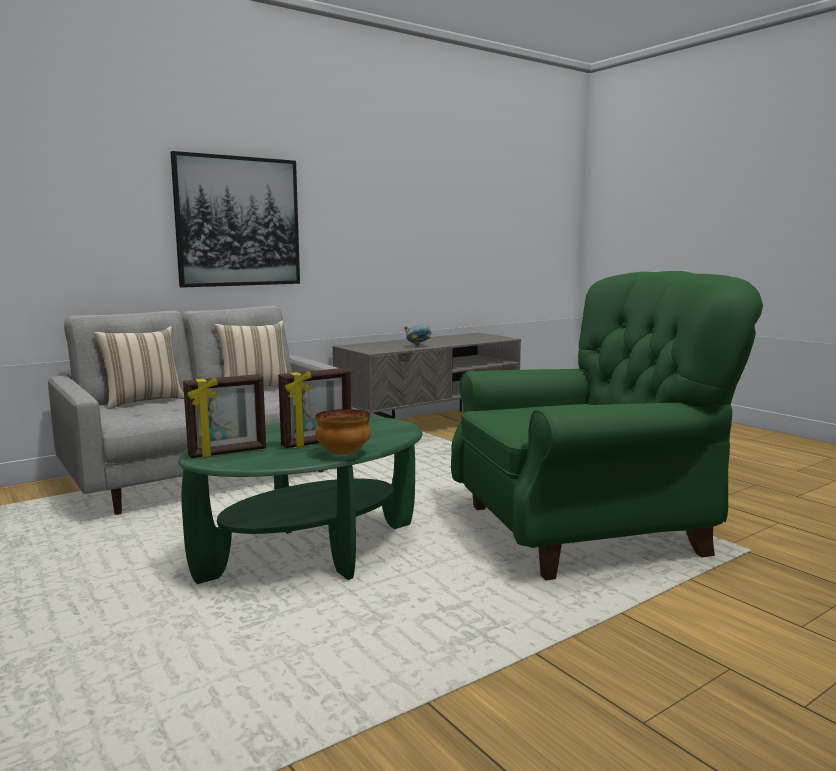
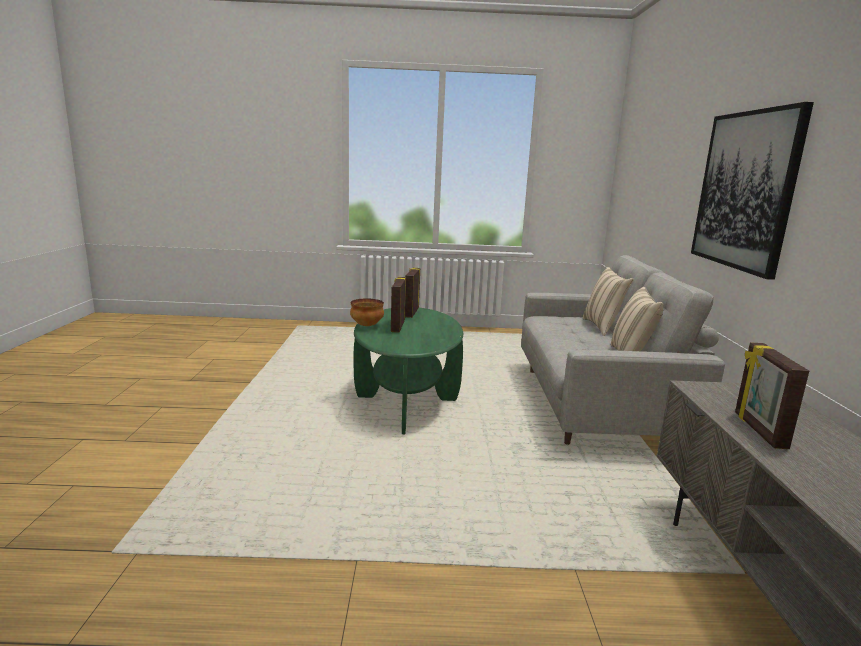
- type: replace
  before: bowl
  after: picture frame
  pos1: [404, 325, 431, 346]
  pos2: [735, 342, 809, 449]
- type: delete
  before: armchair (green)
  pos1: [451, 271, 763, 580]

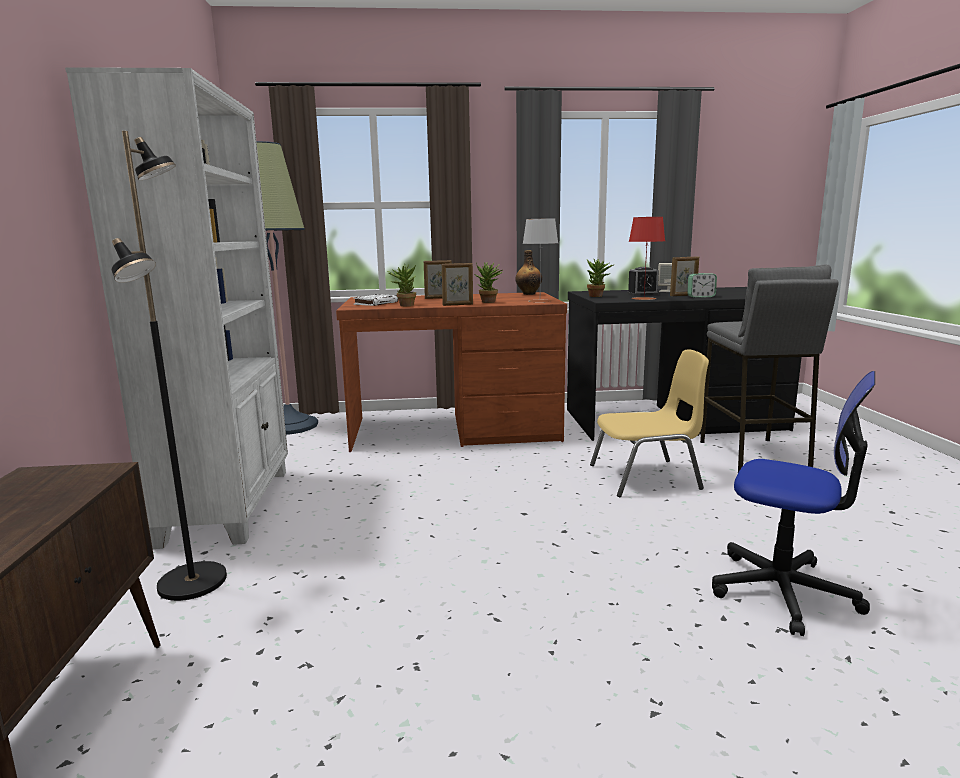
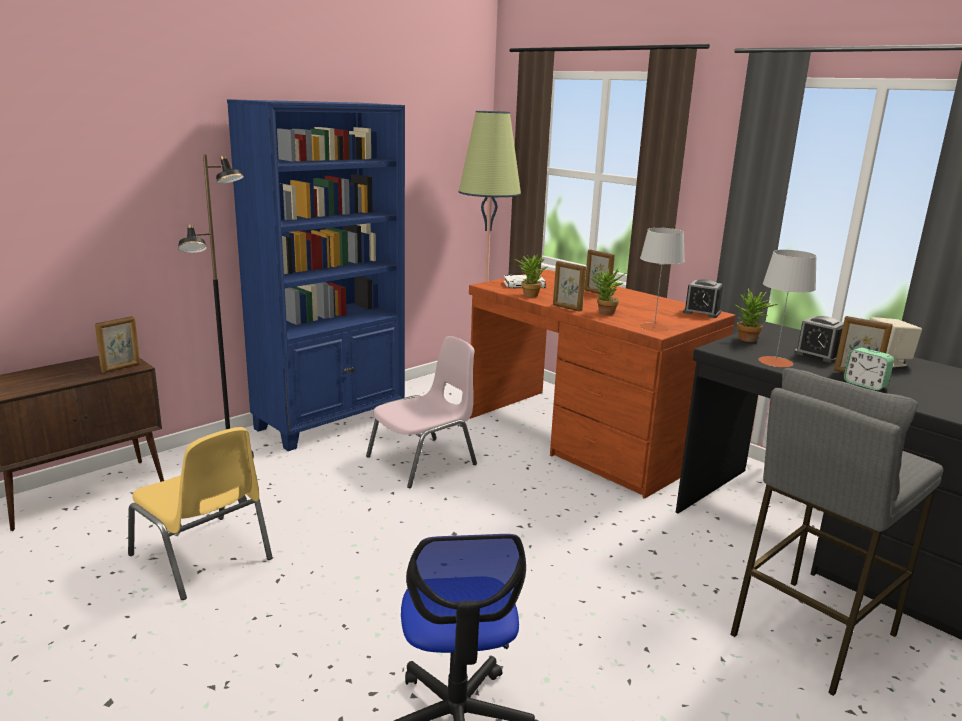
- type: insert
  after: picture frame
  pos2: [95, 316, 140, 373]
- type: move
  before: chair (yellow)
  pos1: [590, 349, 709, 497]
  pos2: [128, 427, 273, 600]
- type: recolor
  before: bookcase (white)
  after: bookcase (blue)
  pos1: [65, 67, 288, 549]
  pos2: [227, 99, 405, 451]
- type: insert
  after: chair (pink)
  pos2: [366, 336, 477, 488]
- type: replace
  before: bottle
  after: alarm clock
  pos1: [515, 250, 542, 295]
  pos2: [683, 279, 723, 318]
- type: recolor
  before: table lamp (red)
  after: table lamp (grey)
  pos1: [629, 217, 665, 300]
  pos2: [758, 250, 817, 368]

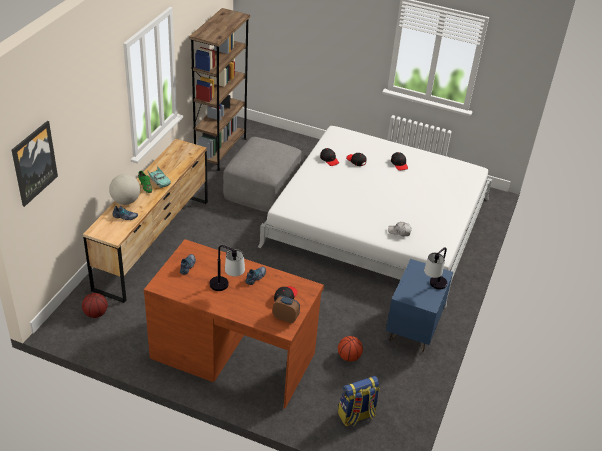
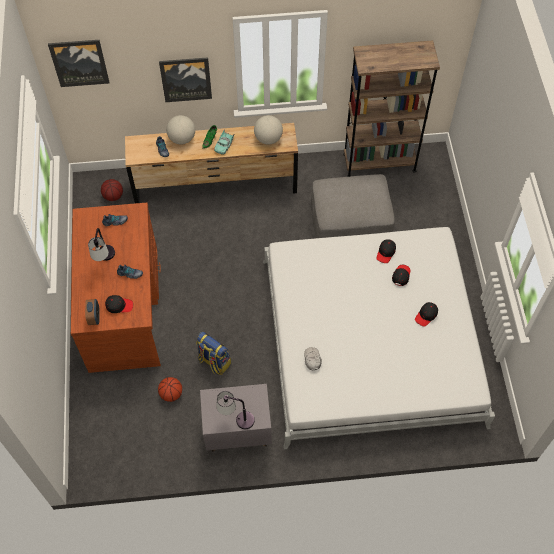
- type: insert
  after: picture
  pos2: [159, 57, 212, 102]
- type: move
  before: backpack
  pos1: [338, 376, 380, 426]
  pos2: [196, 332, 231, 375]
- type: recolor
  before: nightstand (blue)
  after: nightstand (grey)
  pos1: [386, 259, 453, 352]
  pos2: [200, 384, 272, 452]
- type: insert
  after: globe
  pos2: [254, 115, 283, 145]

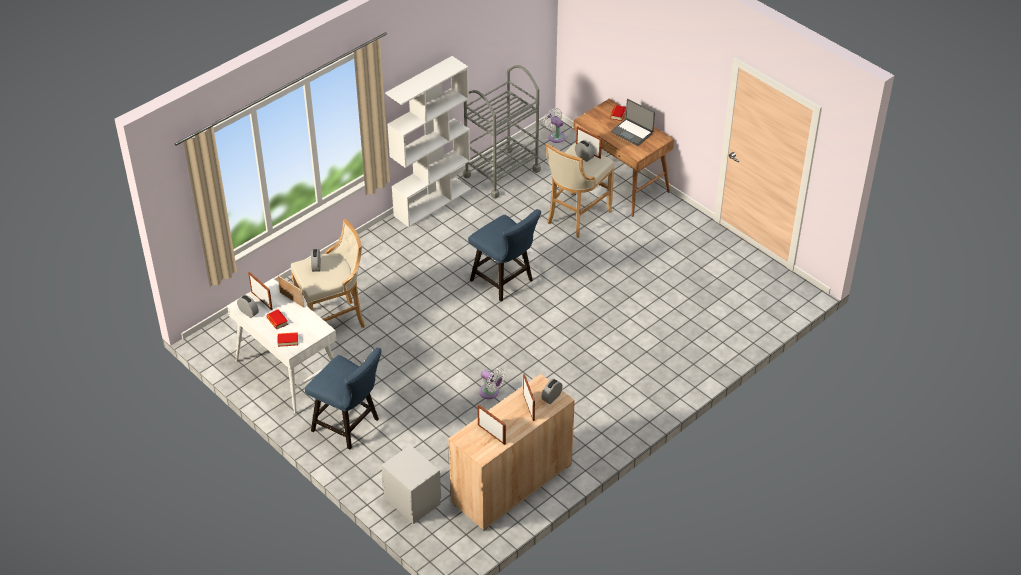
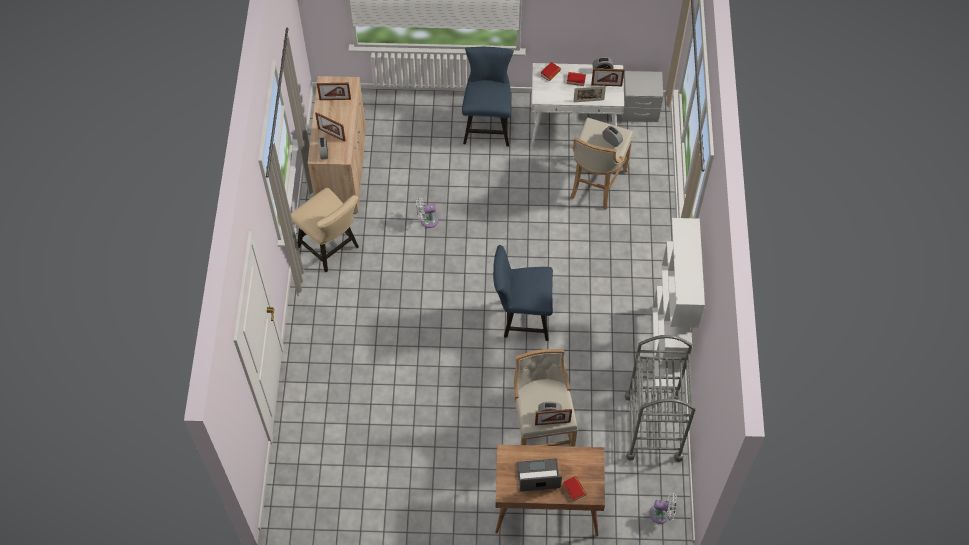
- type: insert
  after: chair (beige)
  pos2: [291, 187, 359, 272]
- type: rotate
  before: chair (blue)
  pos1: [305, 348, 382, 449]
  pos2: [462, 47, 514, 146]
  turn: 105
- type: move
  before: nightstand (grey)
  pos1: [381, 445, 441, 524]
  pos2: [622, 71, 663, 122]

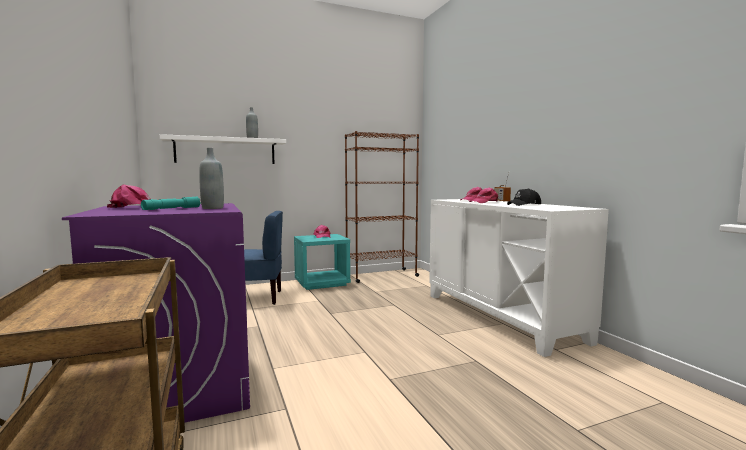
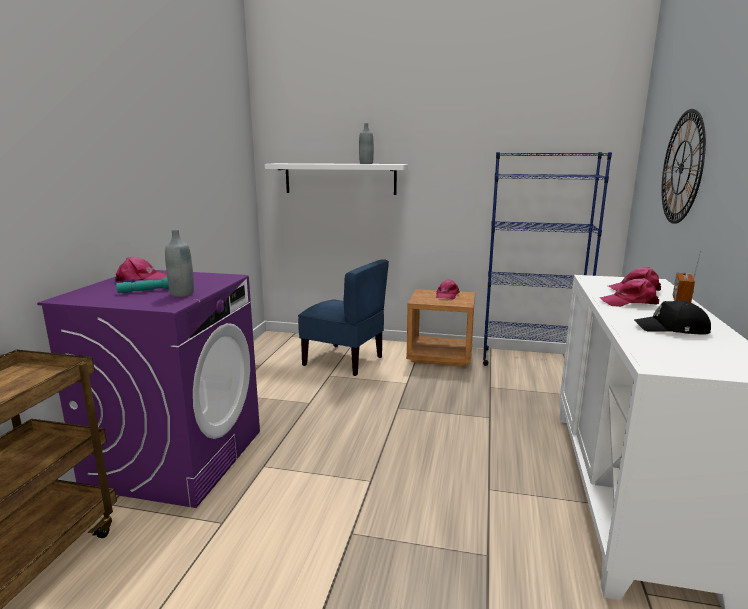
- type: recolor
  before: nightstand (turquoise)
  after: nightstand (brown)
  pos1: [294, 234, 351, 290]
  pos2: [406, 289, 475, 367]
- type: recolor
  before: bookcase (brown)
  after: bookcase (blue)
  pos1: [345, 131, 419, 283]
  pos2: [483, 152, 612, 366]
- type: insert
  after: wall clock
  pos2: [661, 109, 706, 224]

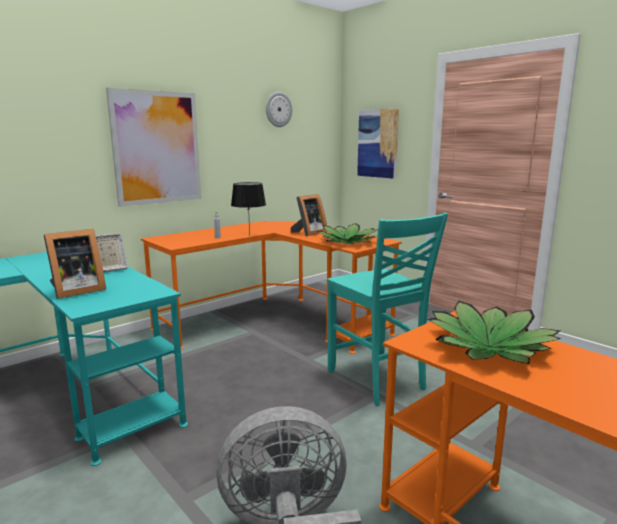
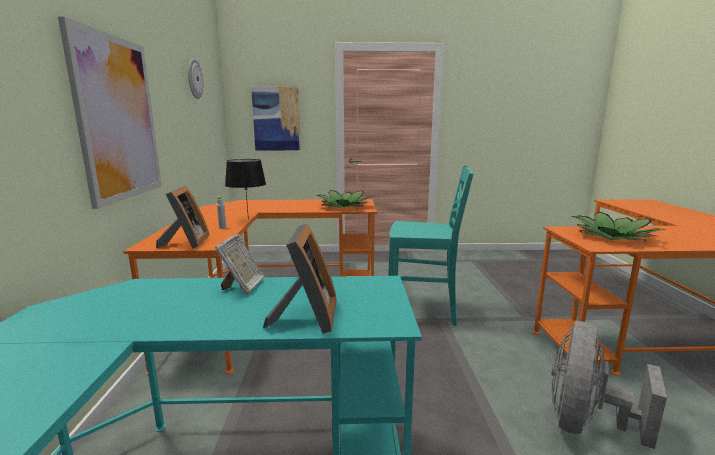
- type: move
  before: picture frame
  pos1: [291, 194, 328, 236]
  pos2: [156, 186, 209, 249]

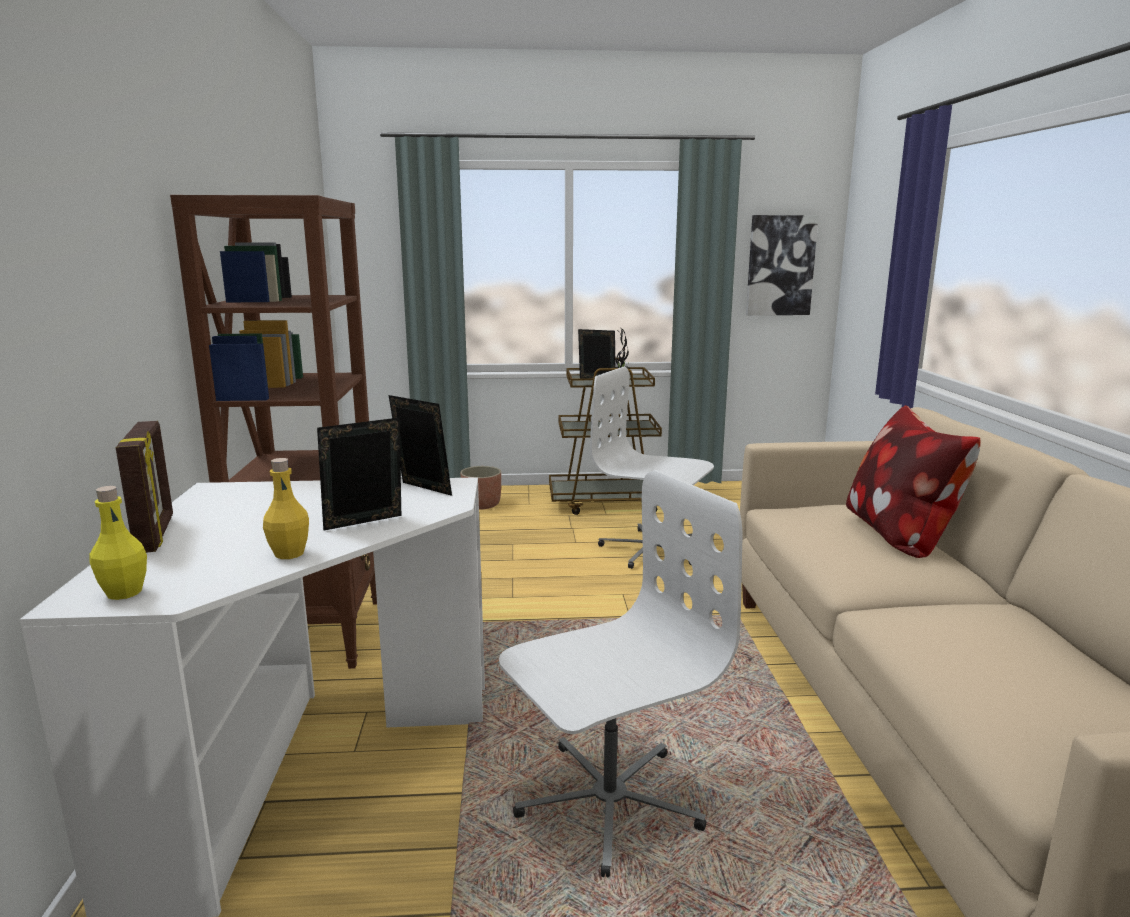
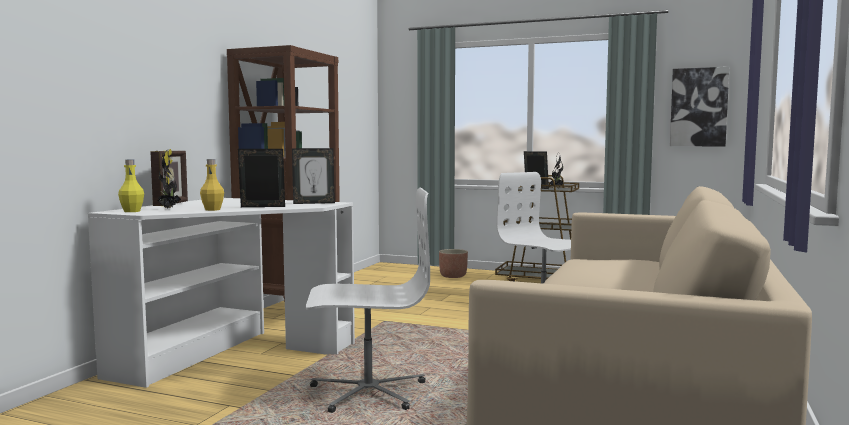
- type: insert
  after: potted plant
  pos2: [158, 150, 181, 209]
- type: rotate
  before: picture frame
  pos1: [388, 395, 452, 496]
  pos2: [292, 148, 335, 204]
  turn: 105
- type: delete
  before: pillow
  pos1: [846, 405, 981, 558]

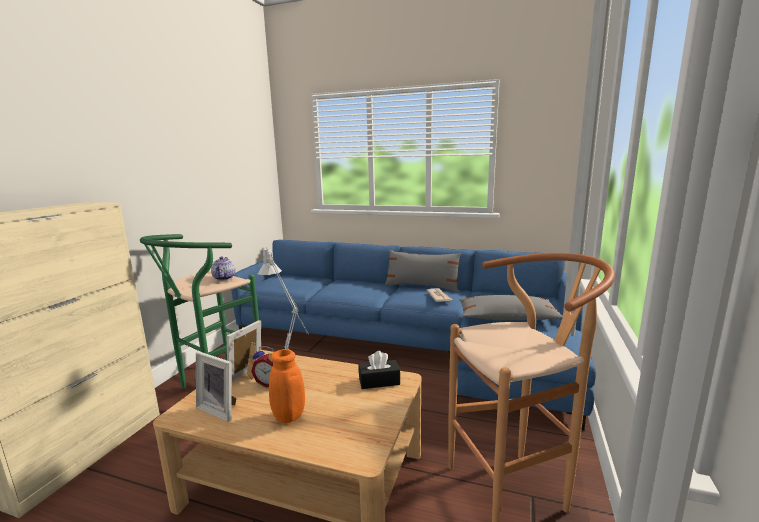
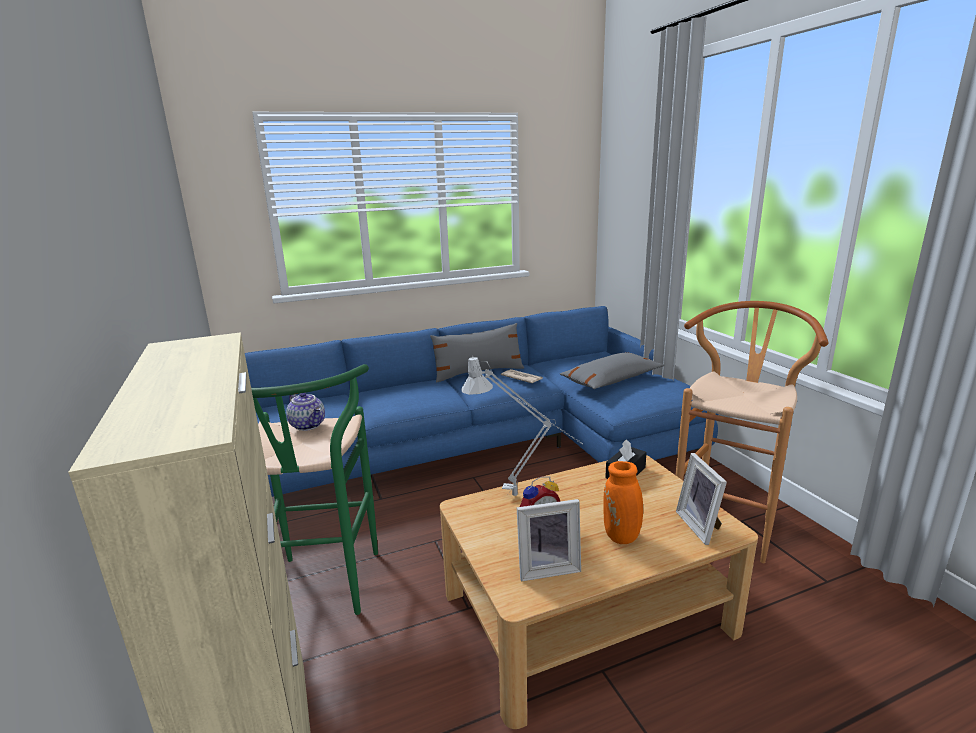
- type: move
  before: picture frame
  pos1: [227, 320, 261, 381]
  pos2: [676, 453, 727, 545]

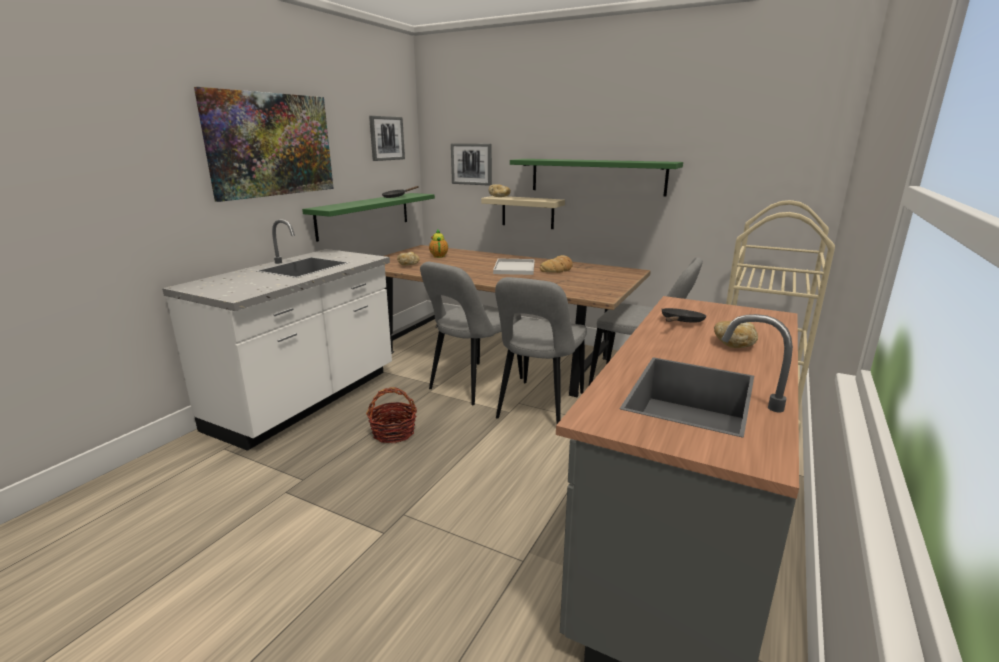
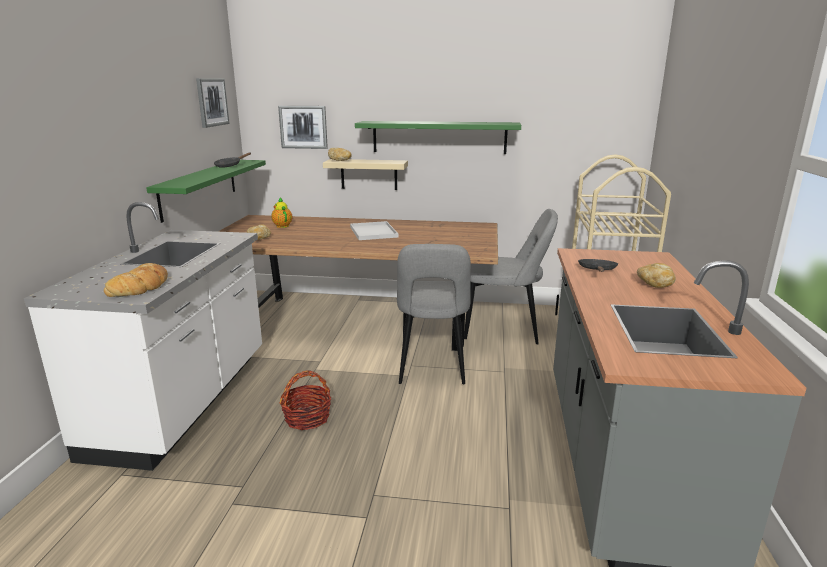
- type: move
  before: bread
  pos1: [540, 255, 573, 273]
  pos2: [104, 263, 168, 297]
- type: delete
  before: picture
  pos1: [194, 87, 334, 202]
- type: delete
  before: chair (grey)
  pos1: [420, 262, 523, 405]

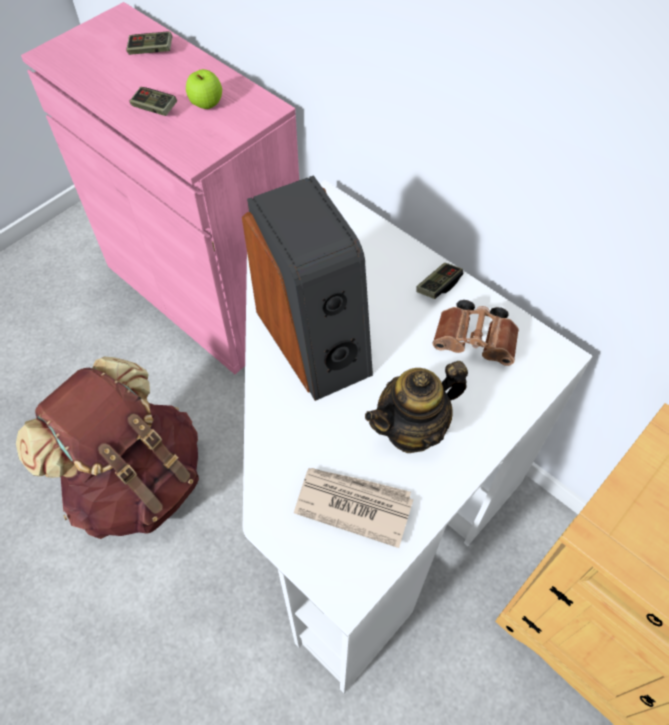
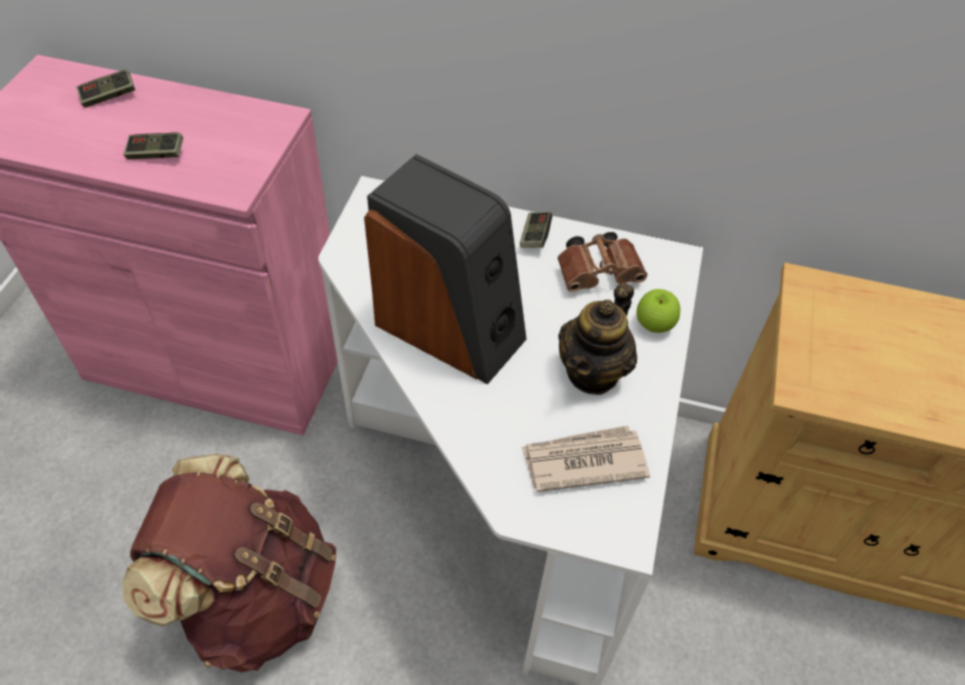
- type: move
  before: apple
  pos1: [186, 69, 222, 109]
  pos2: [636, 289, 680, 333]

